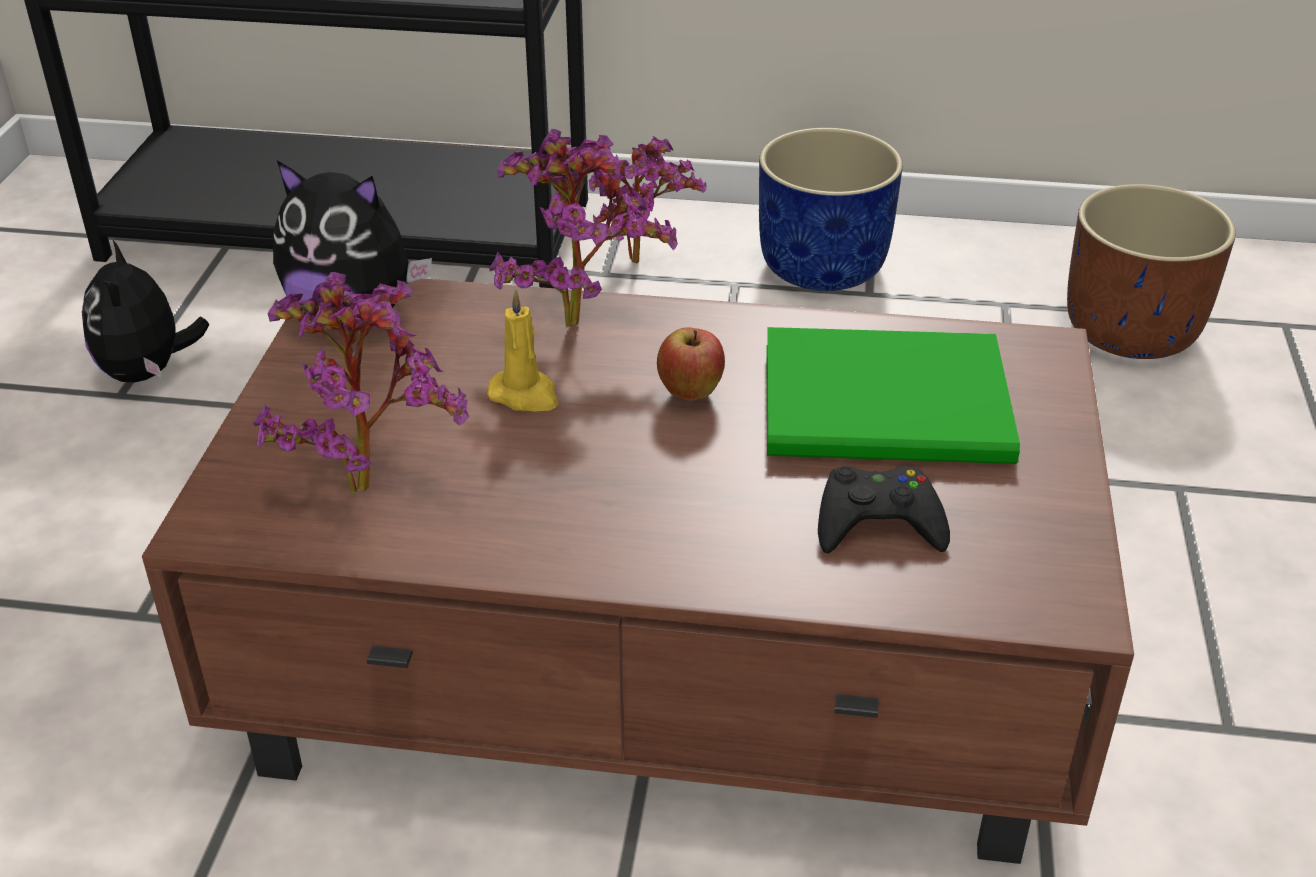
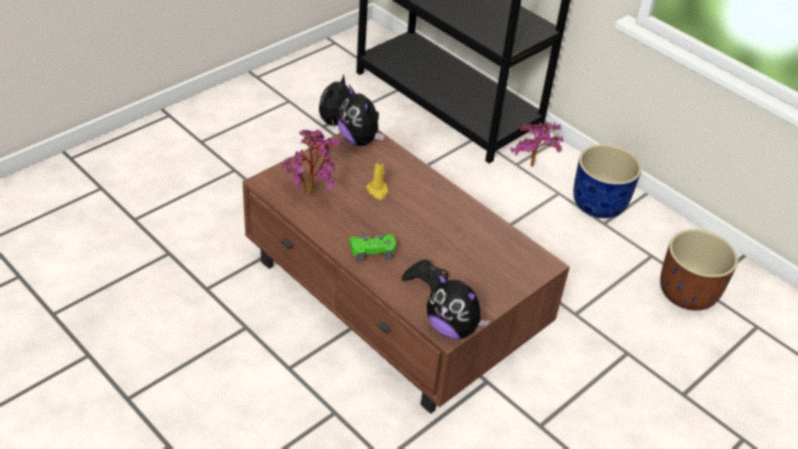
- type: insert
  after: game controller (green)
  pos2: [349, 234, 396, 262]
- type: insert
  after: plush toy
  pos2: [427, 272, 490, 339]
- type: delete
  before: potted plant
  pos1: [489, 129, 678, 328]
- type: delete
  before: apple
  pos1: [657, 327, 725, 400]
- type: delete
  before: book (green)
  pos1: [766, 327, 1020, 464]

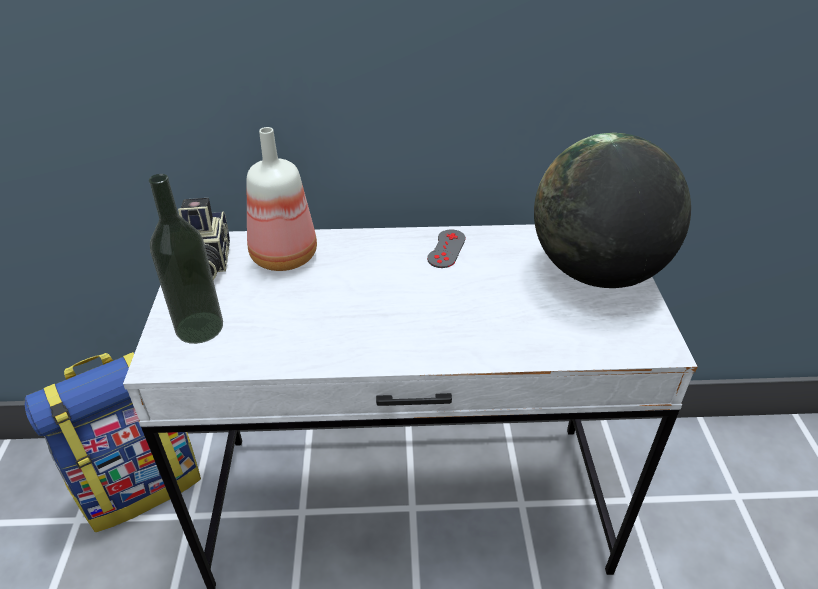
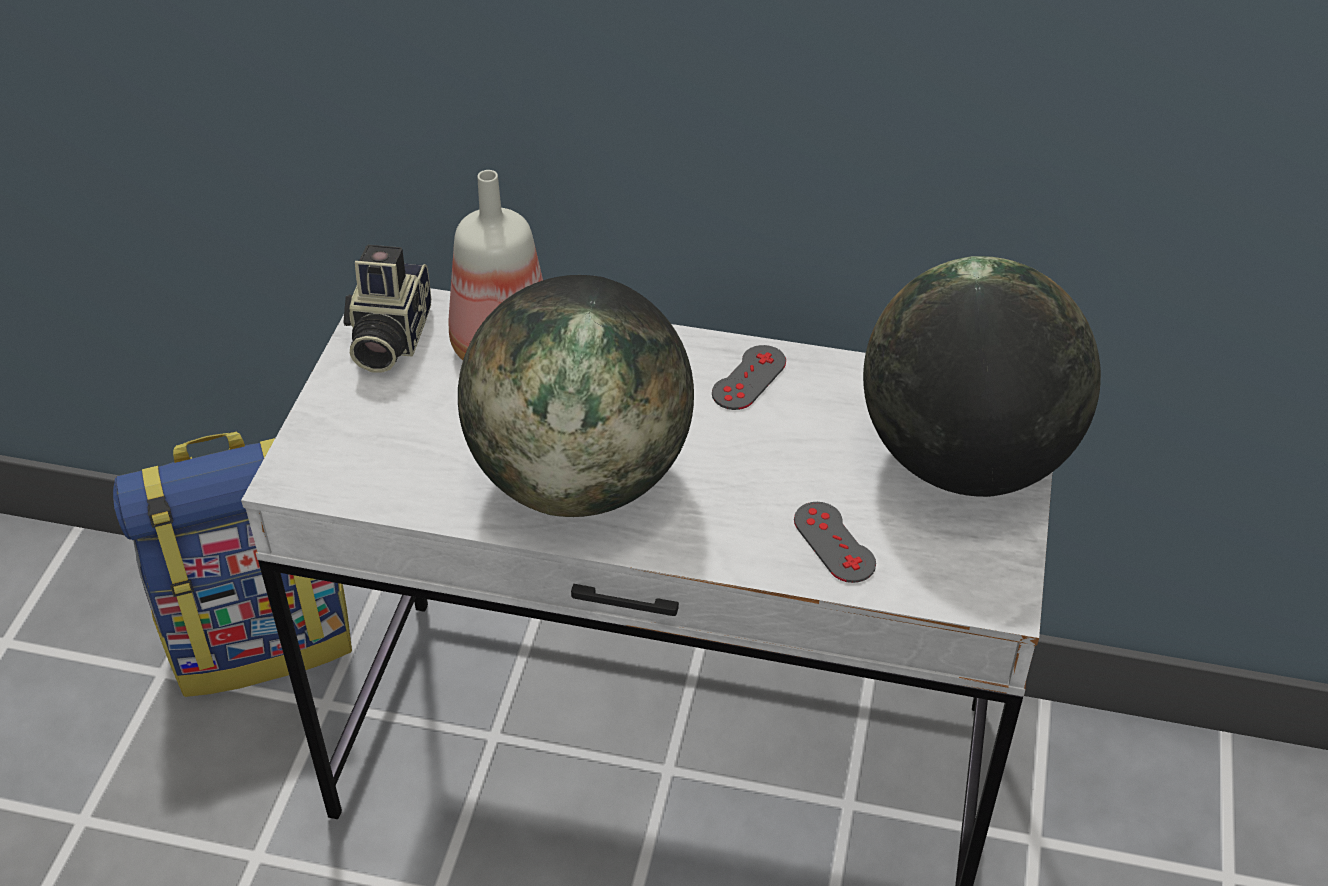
- type: insert
  after: globe
  pos2: [458, 275, 694, 517]
- type: insert
  after: game controller (grey)
  pos2: [794, 502, 876, 583]
- type: delete
  before: bottle
  pos1: [149, 174, 223, 344]

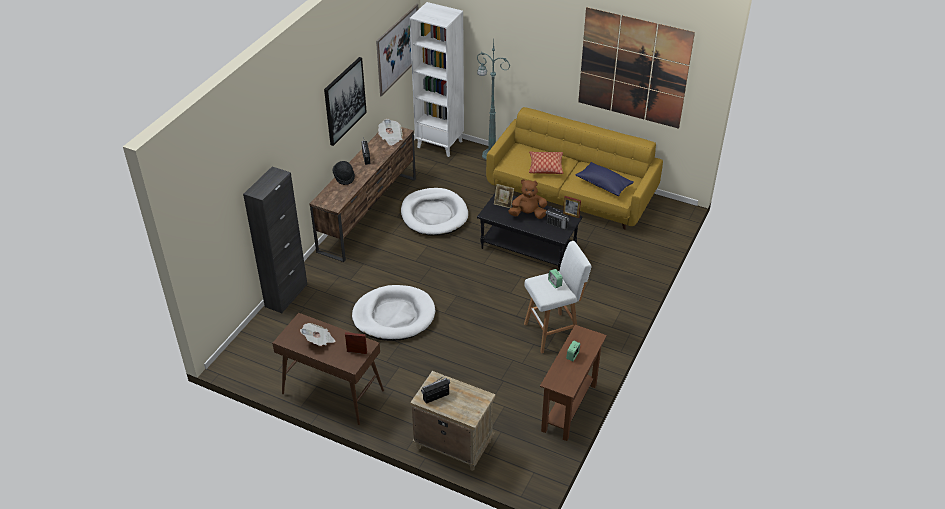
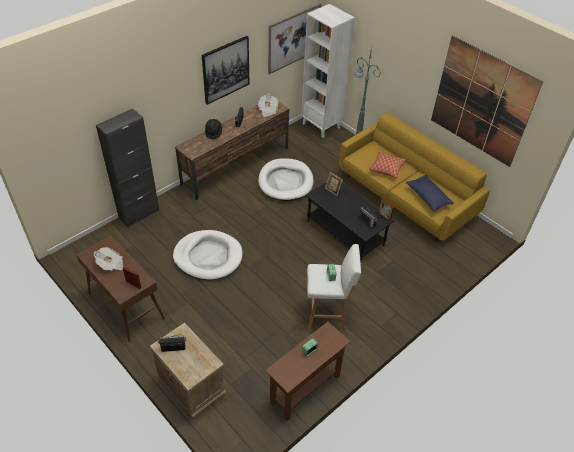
- type: delete
  before: plush toy (brown)
  pos1: [508, 179, 547, 219]

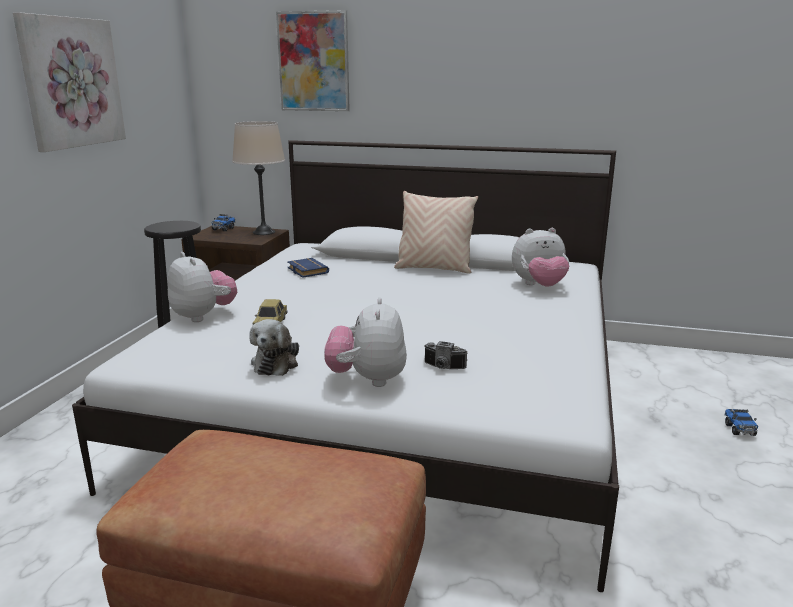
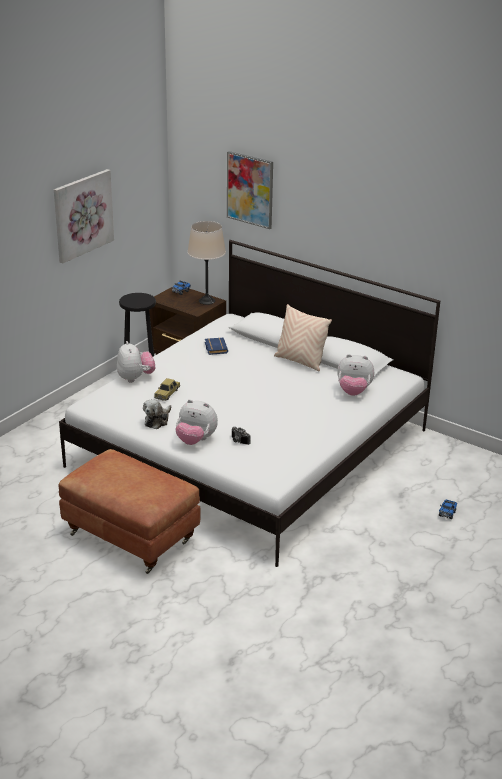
- type: rotate
  before: plush toy
  pos1: [324, 297, 407, 387]
  pos2: [175, 399, 218, 445]
  turn: -90

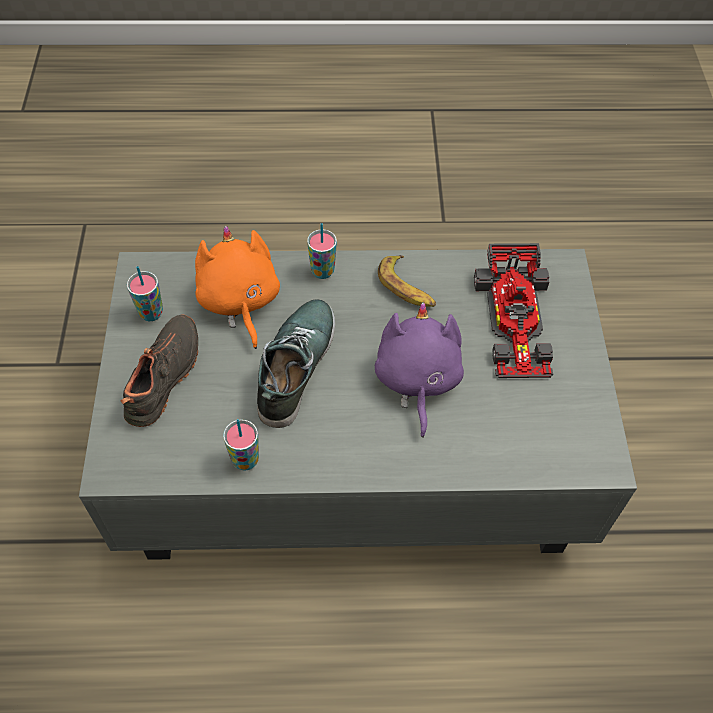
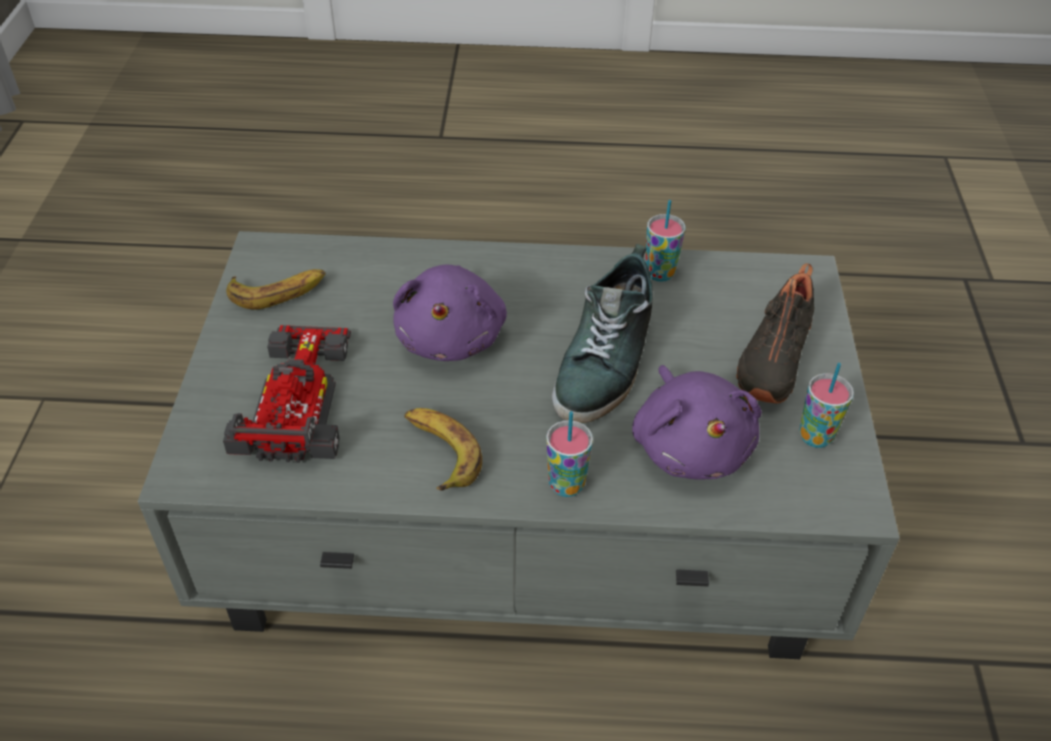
- type: insert
  after: banana
  pos2: [226, 269, 326, 309]
- type: recolor
  before: plush toy (orange)
  after: plush toy (purple)
  pos1: [195, 226, 280, 349]
  pos2: [632, 365, 762, 479]

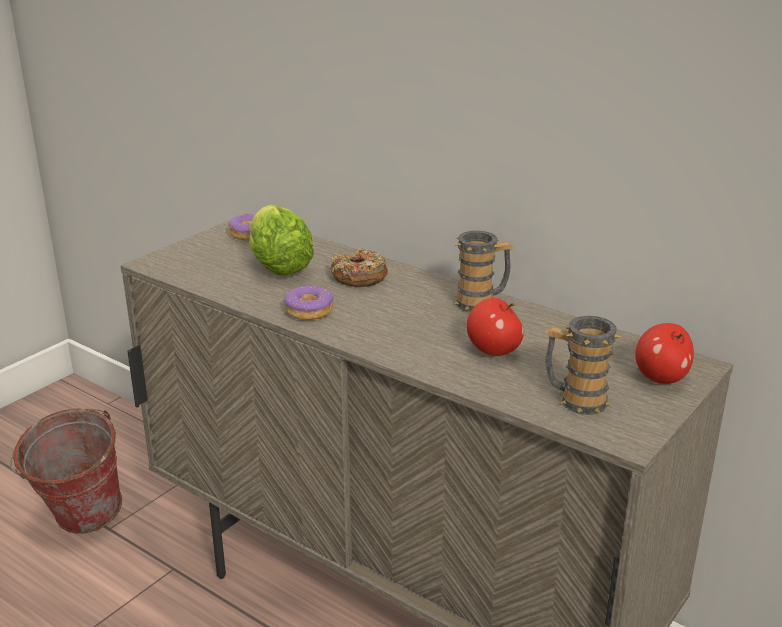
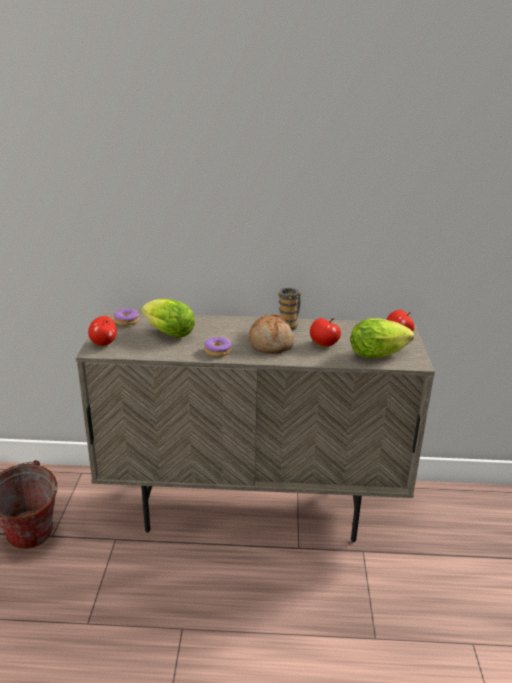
- type: insert
  after: apple
  pos2: [88, 316, 117, 346]
- type: insert
  after: bread
  pos2: [248, 314, 294, 354]
- type: replace
  before: mug
  after: lettuce
  pos1: [545, 316, 620, 415]
  pos2: [351, 318, 414, 358]
- type: delete
  before: donut
  pos1: [330, 249, 388, 287]

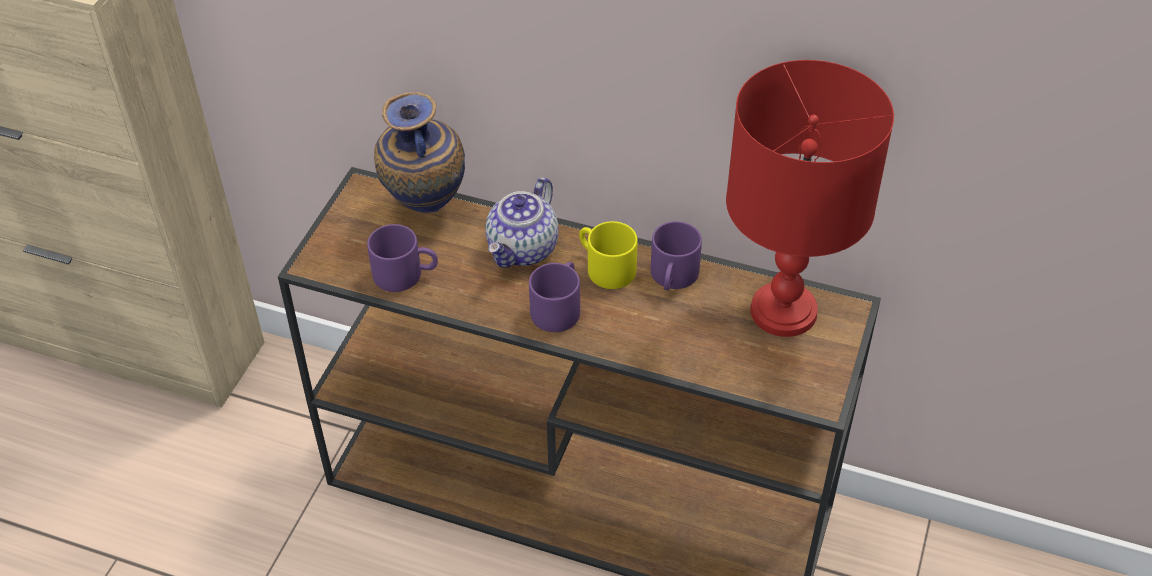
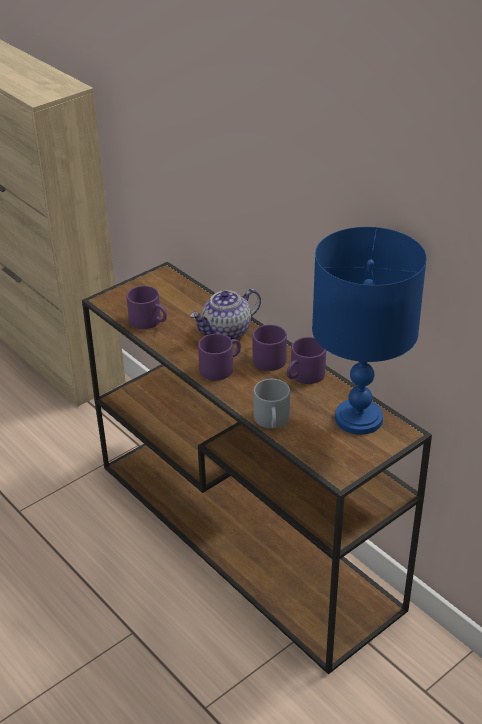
- type: recolor
  before: mug (yellow)
  after: mug (purple)
  pos1: [579, 221, 638, 289]
  pos2: [252, 325, 287, 371]
- type: insert
  after: mug (grey)
  pos2: [253, 379, 290, 429]
- type: recolor
  before: table lamp (red)
  after: table lamp (blue)
  pos1: [726, 60, 894, 337]
  pos2: [312, 227, 427, 435]
- type: delete
  before: vase
  pos1: [374, 92, 465, 213]

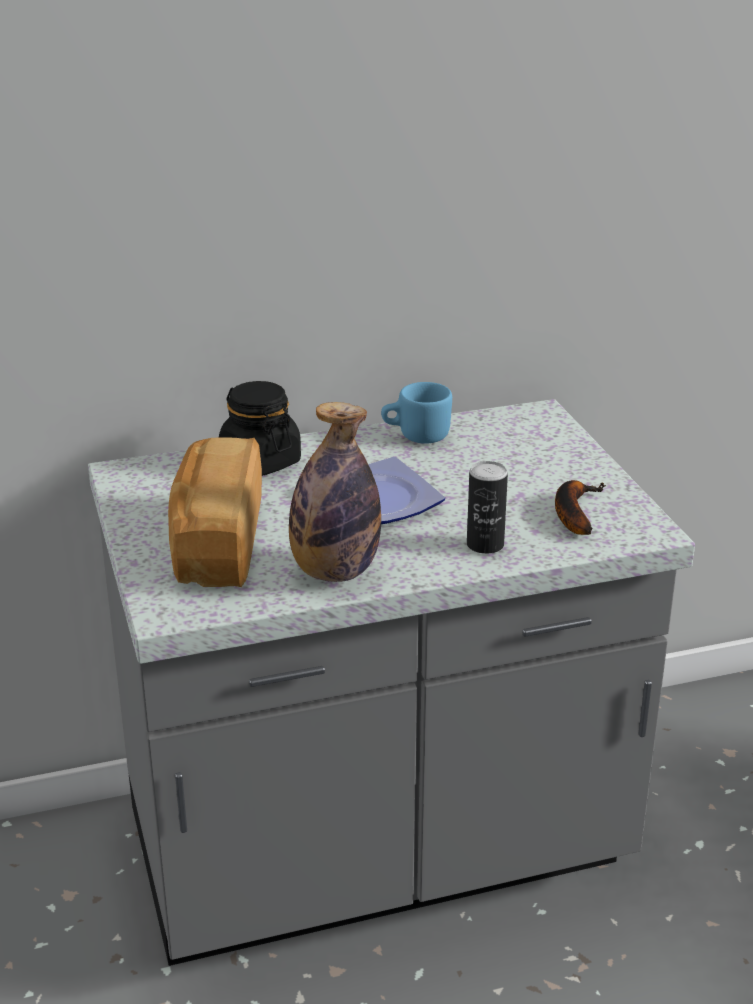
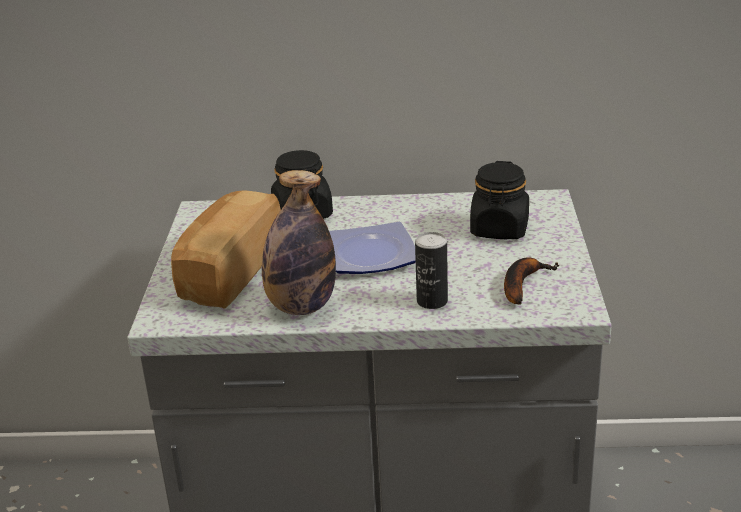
- type: insert
  after: jar (black)
  pos2: [470, 161, 529, 239]
- type: delete
  before: mug (blue)
  pos1: [381, 382, 452, 444]

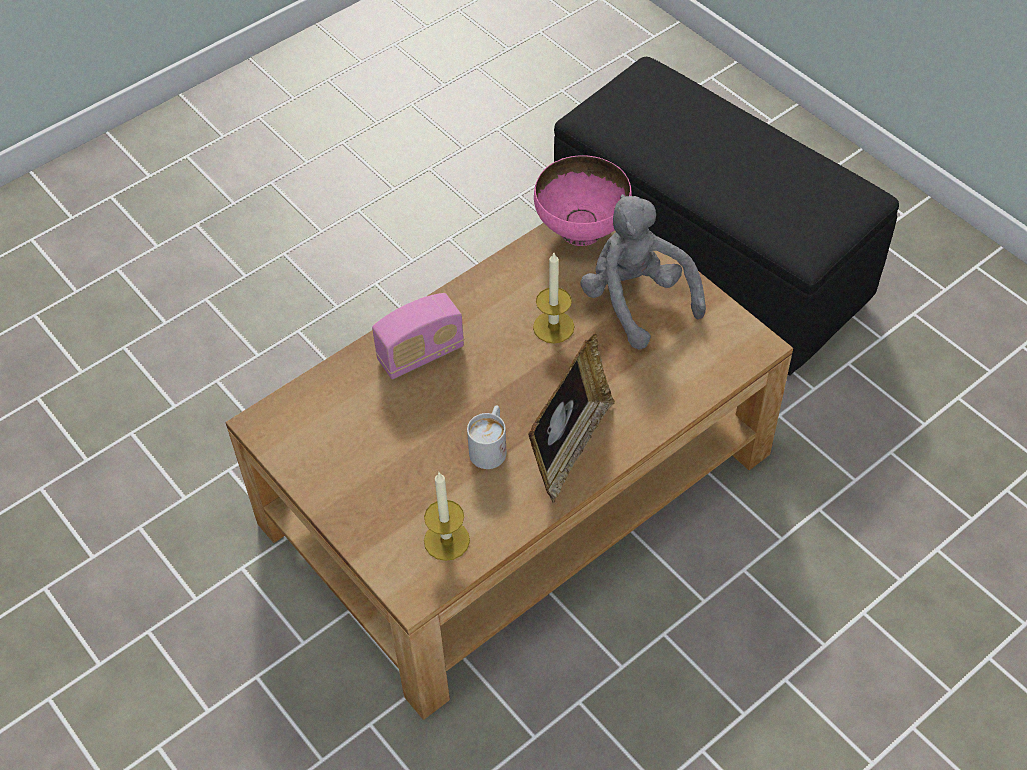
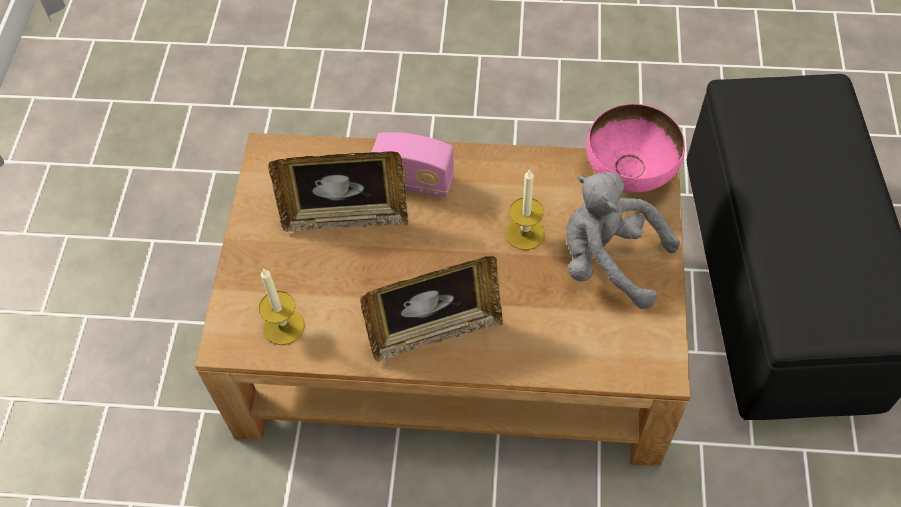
- type: insert
  after: picture frame
  pos2: [269, 151, 408, 232]
- type: rotate
  before: plush toy (grey)
  pos1: [580, 194, 706, 350]
  pos2: [566, 172, 680, 309]
  turn: -75
- type: delete
  before: mug (white)
  pos1: [467, 405, 506, 469]

